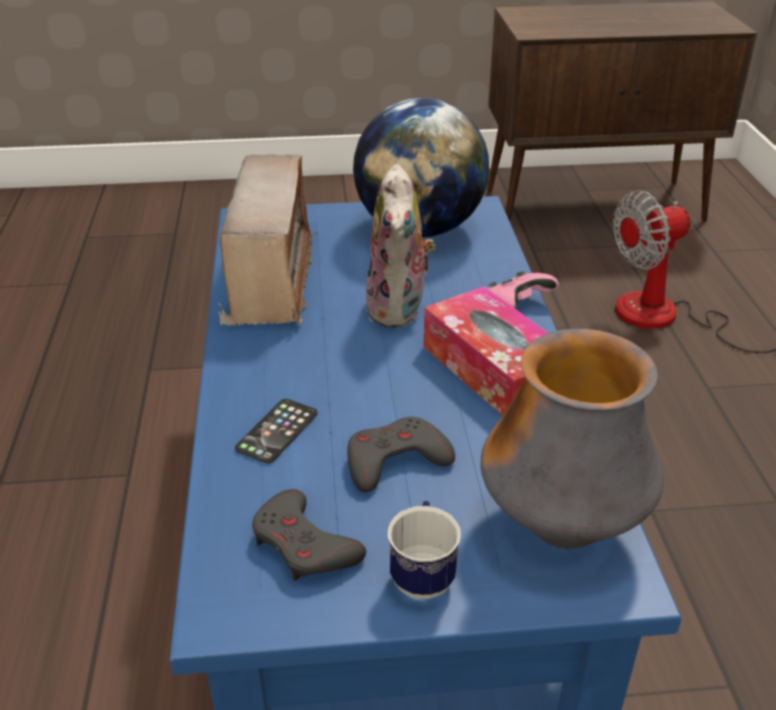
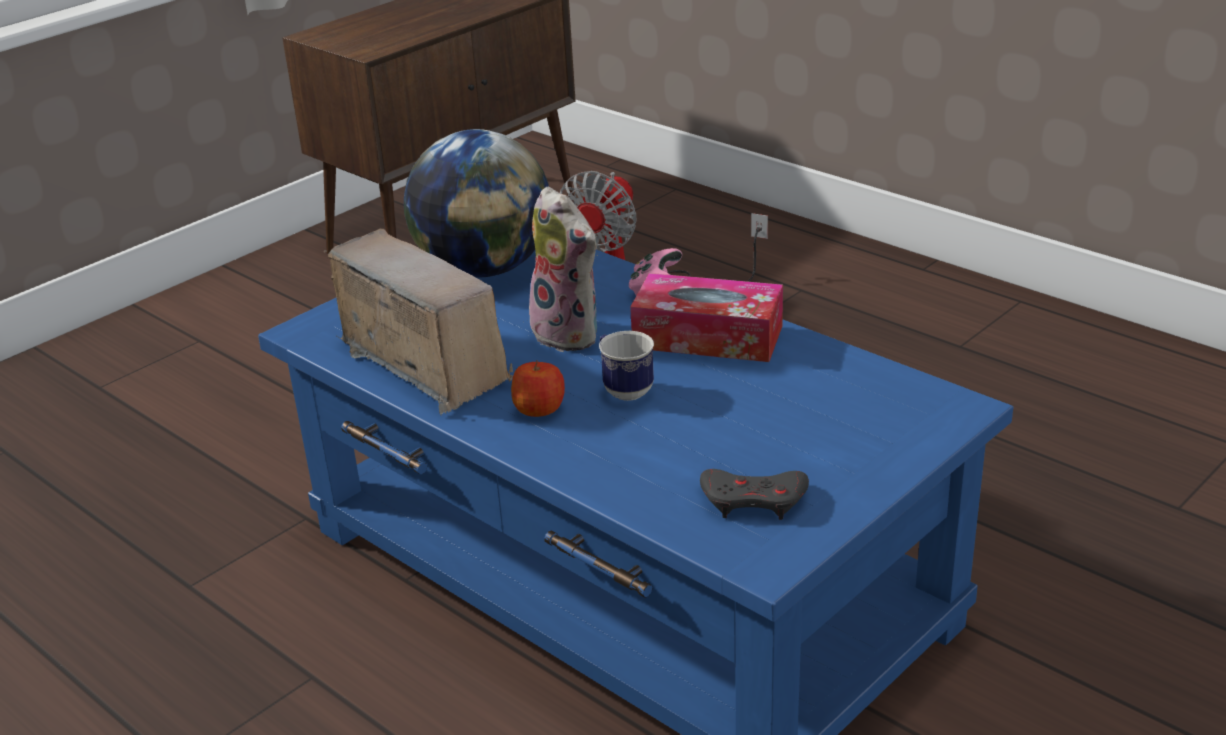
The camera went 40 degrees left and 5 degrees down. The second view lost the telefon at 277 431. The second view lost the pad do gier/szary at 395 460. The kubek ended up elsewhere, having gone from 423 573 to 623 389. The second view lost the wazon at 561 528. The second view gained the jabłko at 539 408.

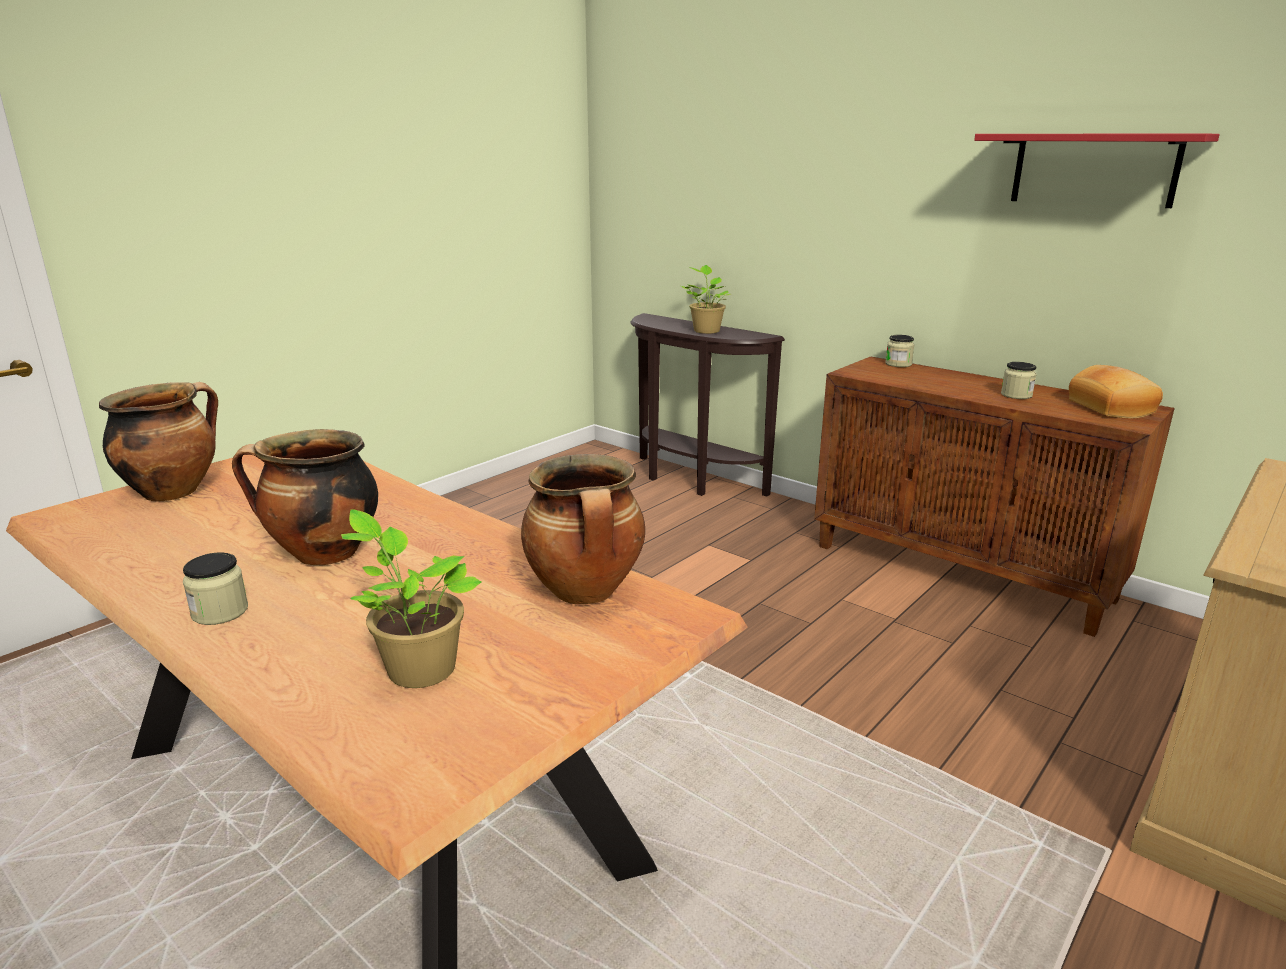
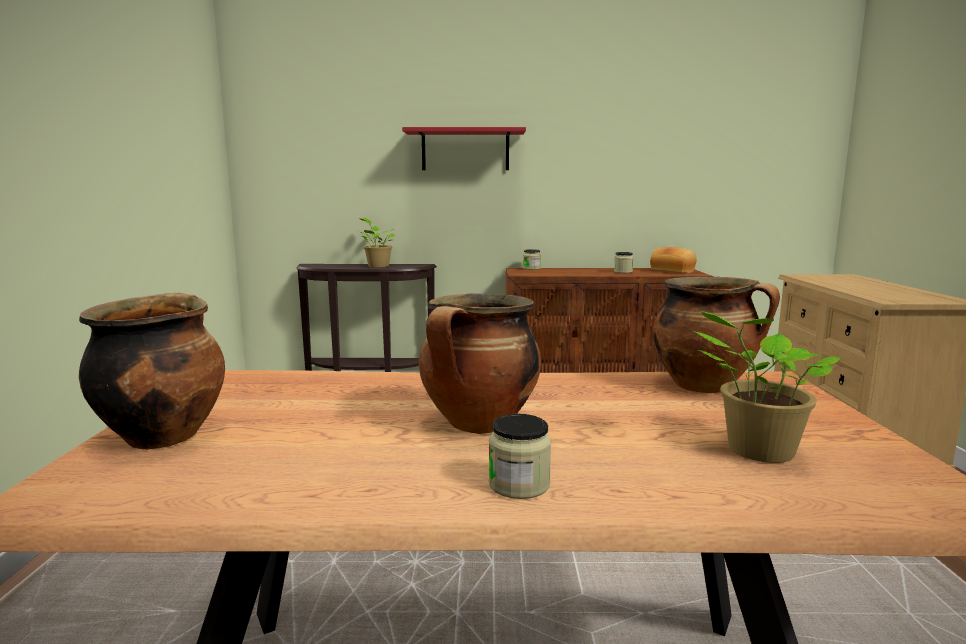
The camera went 40 degrees left and 10 degrees down. The półka/czerwony ended up elsewhere, having gone from 1094 169 to 465 150.

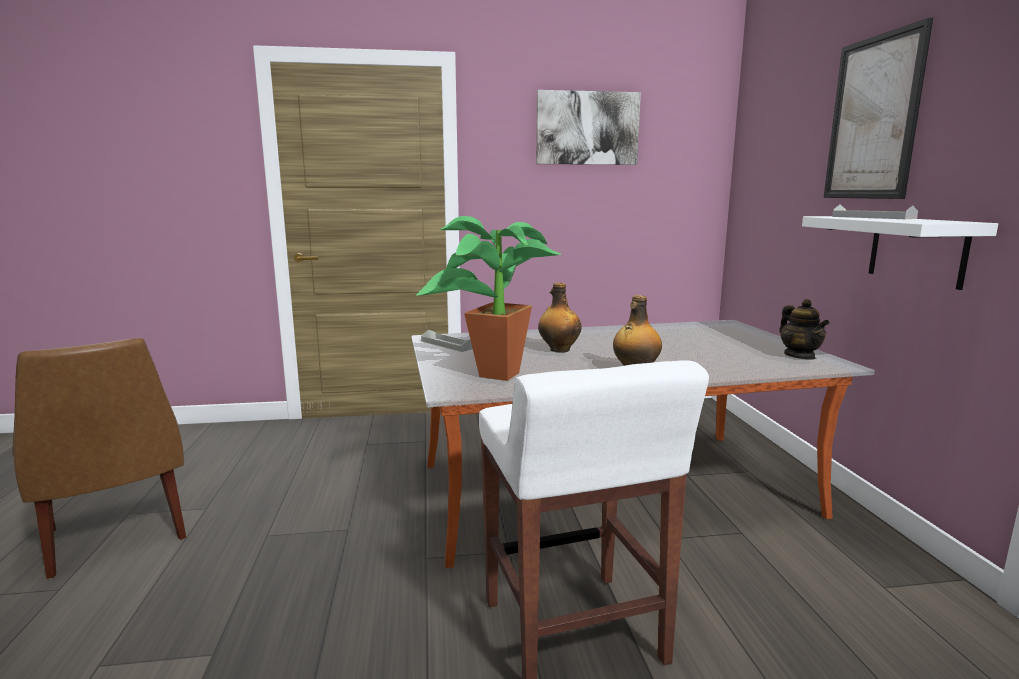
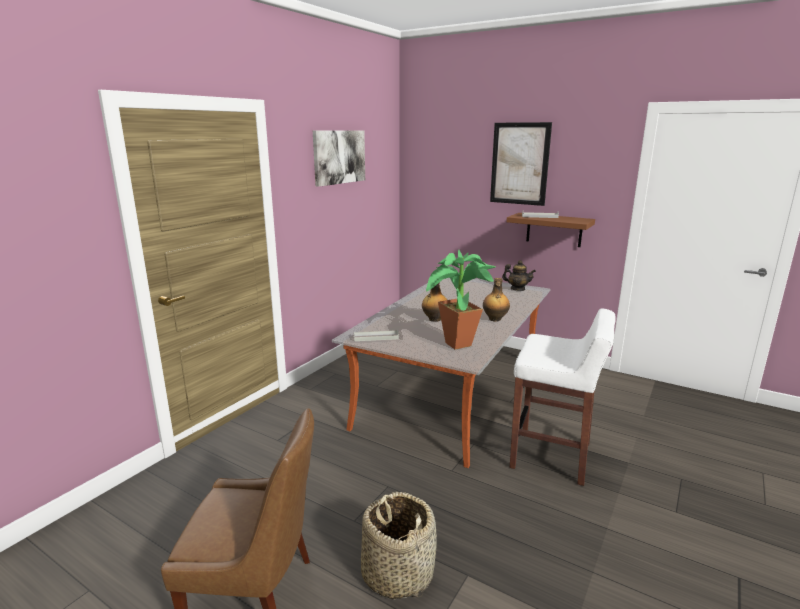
The camera went 50 degrees left and 5 degrees up. What was the półka/biały at 916 250 turned into the półka/brązowy at 554 230. The second view gained the koszyk at 397 573.

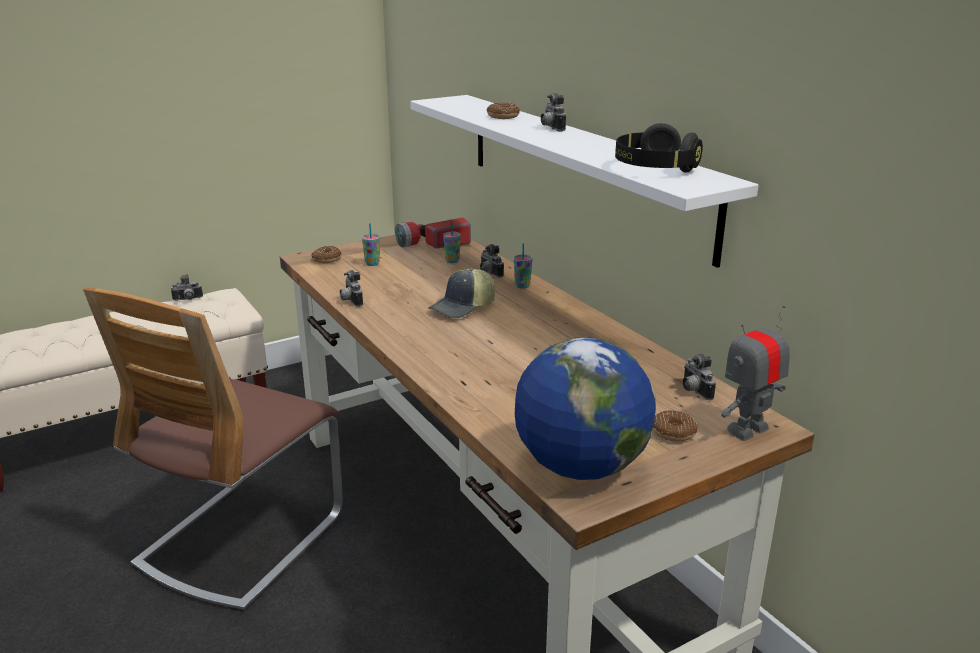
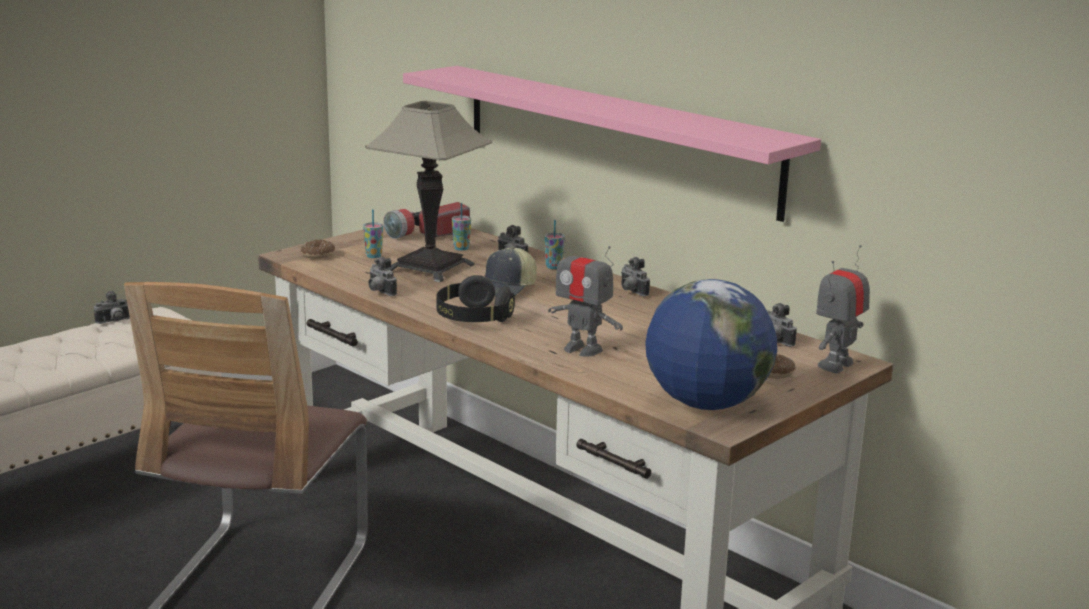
The camera went 15 degrees left and 5 degrees down. What was the półka/biały at 580 169 turned into the półka/różowy at 615 138. The second view lost the donut at 503 116. The aparat fotograficzny ended up elsewhere, having gone from 551 128 to 631 292. The słuchawki/czarny ended up elsewhere, having gone from 654 168 to 473 318. The second view gained the lampa stołowa at 430 267. The second view gained the robot zabawkowy at 582 349.

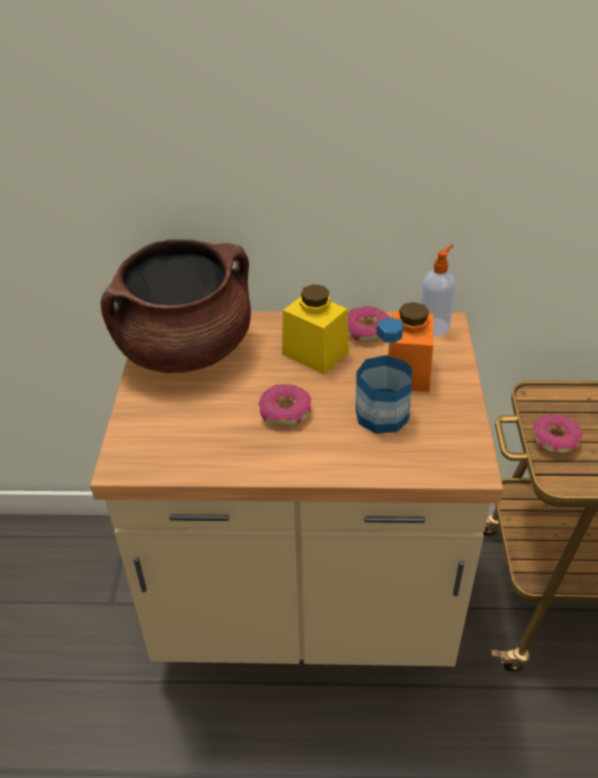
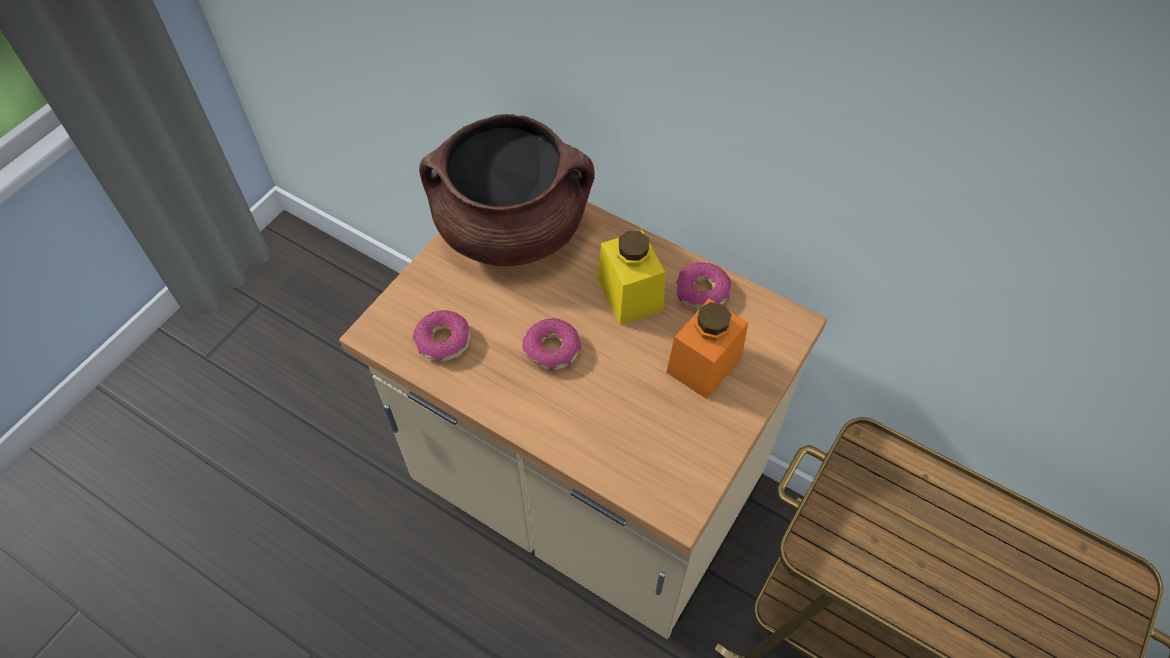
The camera went 30 degrees right and 15 degrees up. The second view lost the butelka at 382 414. The second view lost the dozownik mydła at 434 326. The donut ended up elsewhere, having gone from 554 440 to 443 341.

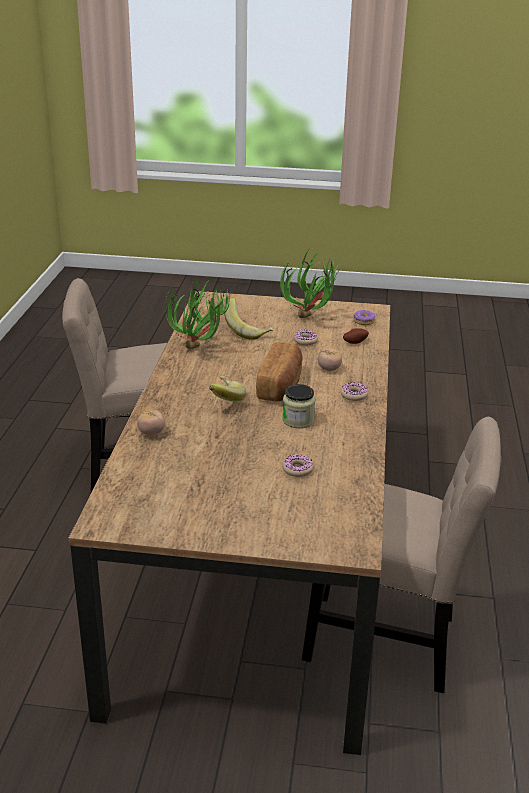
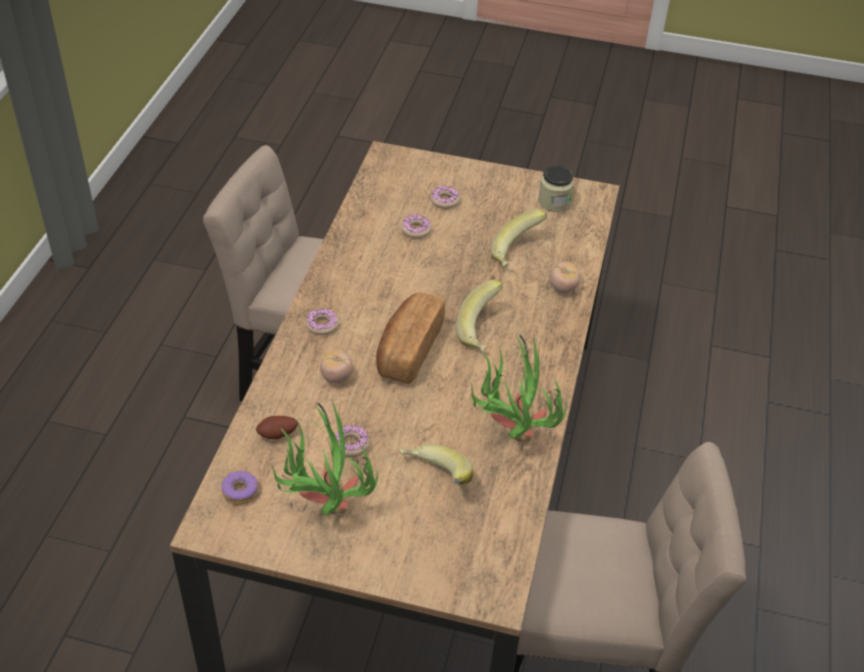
The camera went 175 degrees left and 15 degrees up. The słoik ended up elsewhere, having gone from 298 420 to 554 202. The second view gained the donut at 445 201. The second view gained the banan at 517 253.

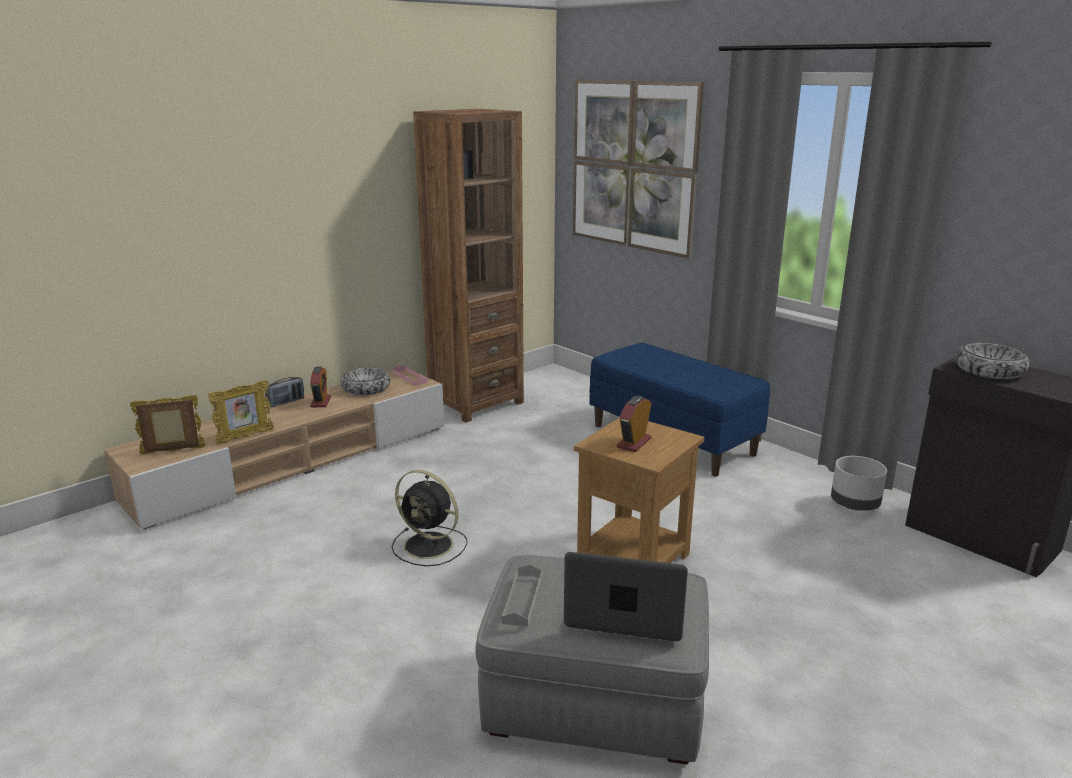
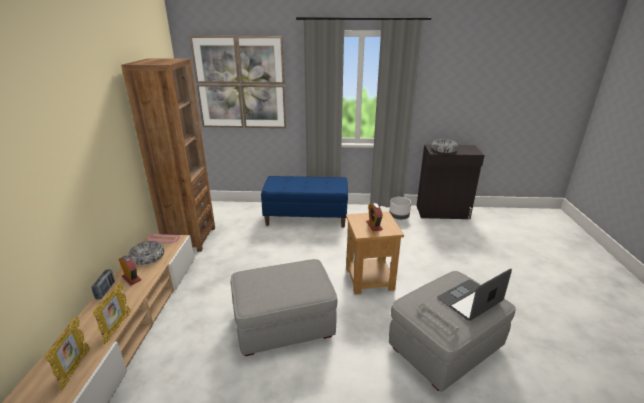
The camera went 45 degrees left and 5 degrees up. The ramka na zdjęcie at 173 452 ended up facing another way, 150 degrees clockwise from before. Where the wentylator/czarny stood at 430 546, the pufa/szary came to stand at 285 325.

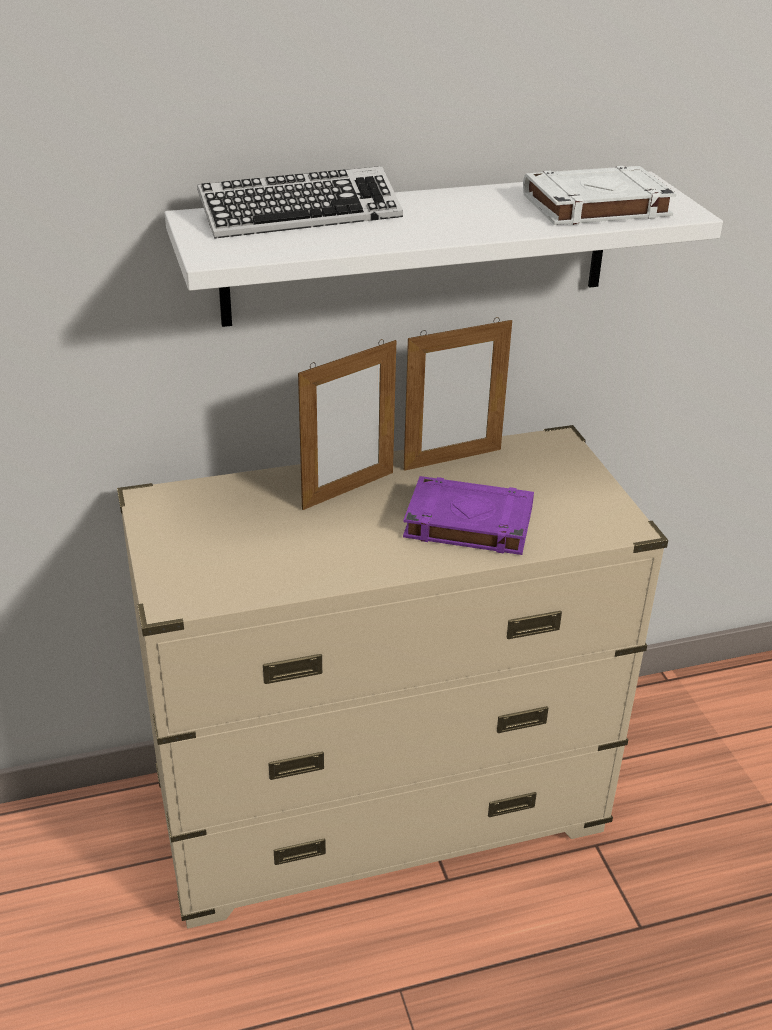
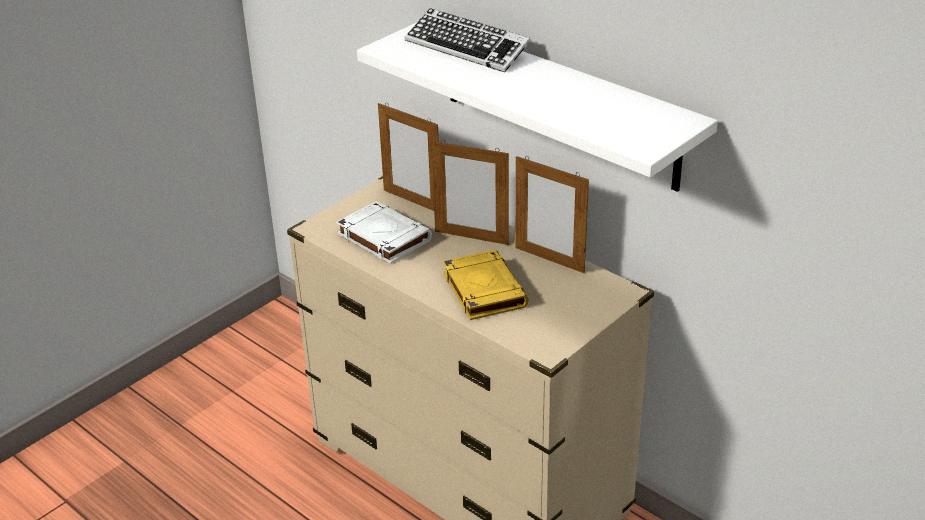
The camera went 60 degrees right and 0 degrees up. What was the książka/fioletowy at 467 523 turned into the książka/żółty at 483 289. The książka/biały ended up elsewhere, having gone from 594 206 to 383 237. The second view gained the ramka na zdjęcie at 412 201.

